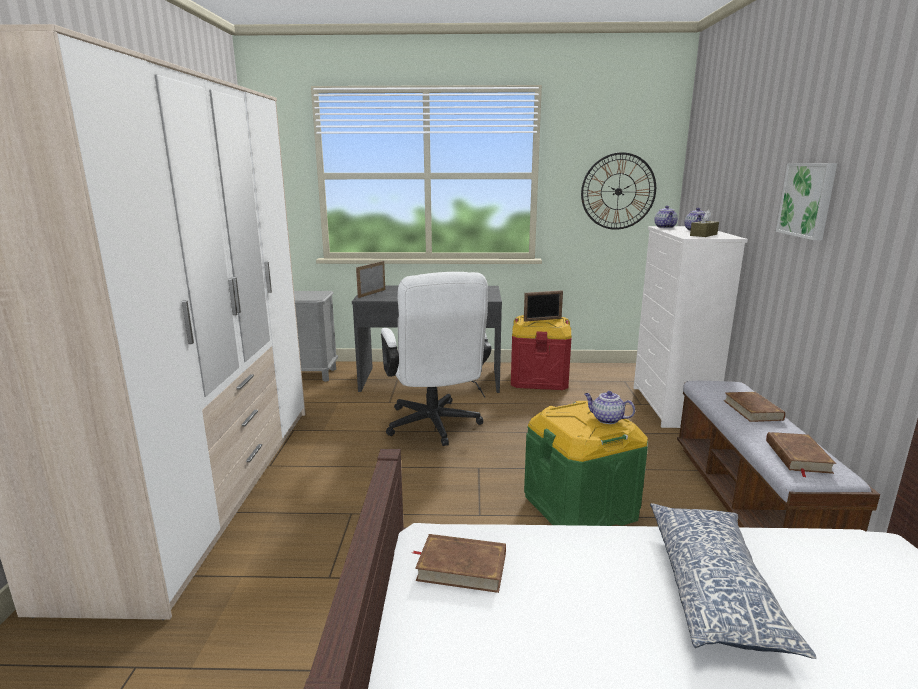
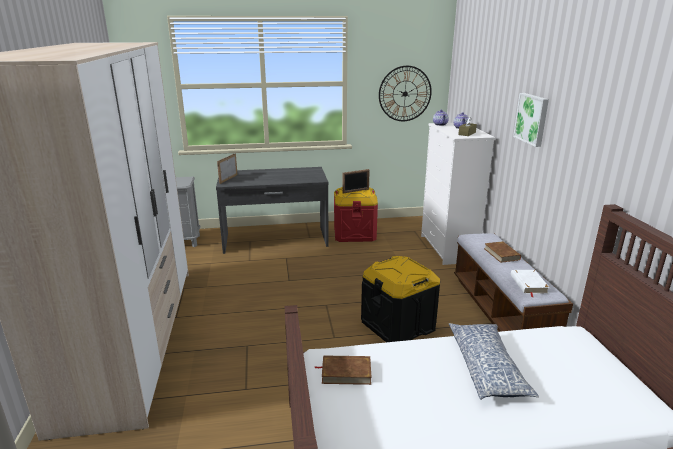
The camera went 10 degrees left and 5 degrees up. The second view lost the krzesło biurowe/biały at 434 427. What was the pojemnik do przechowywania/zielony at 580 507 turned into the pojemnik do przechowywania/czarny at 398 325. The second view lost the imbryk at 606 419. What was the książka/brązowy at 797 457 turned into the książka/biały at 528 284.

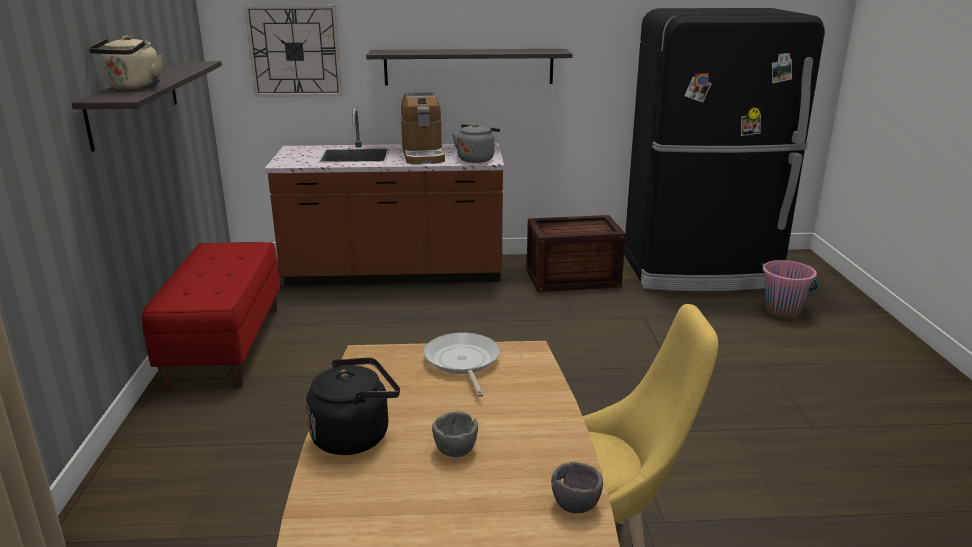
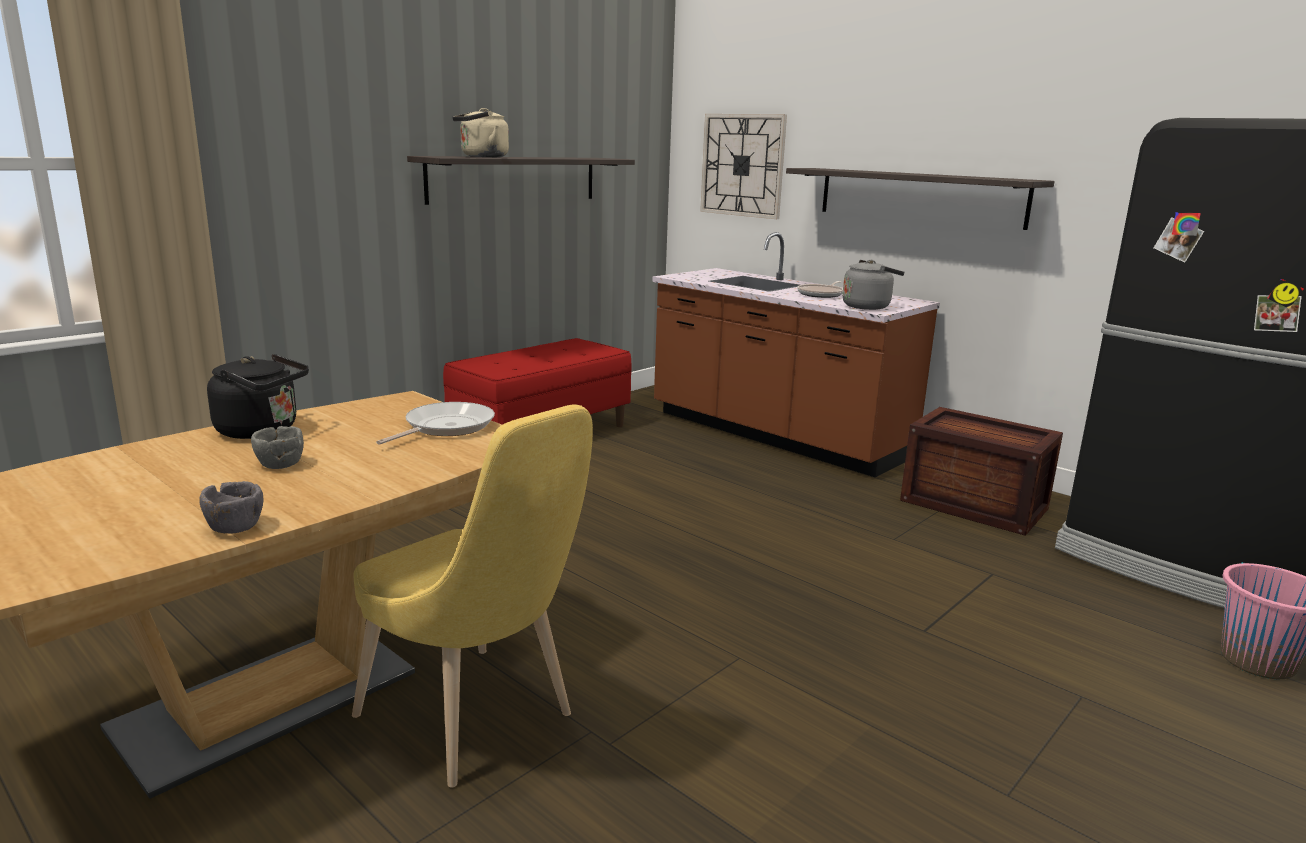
The camera went 45 degrees right and 5 degrees down. Where the ekspres do kawy stood at 423 155, the patelnia came to stand at 821 294.

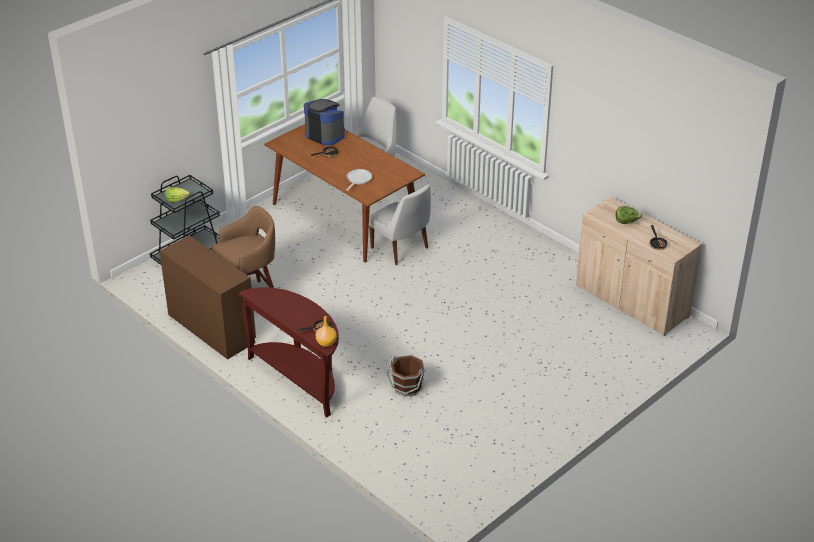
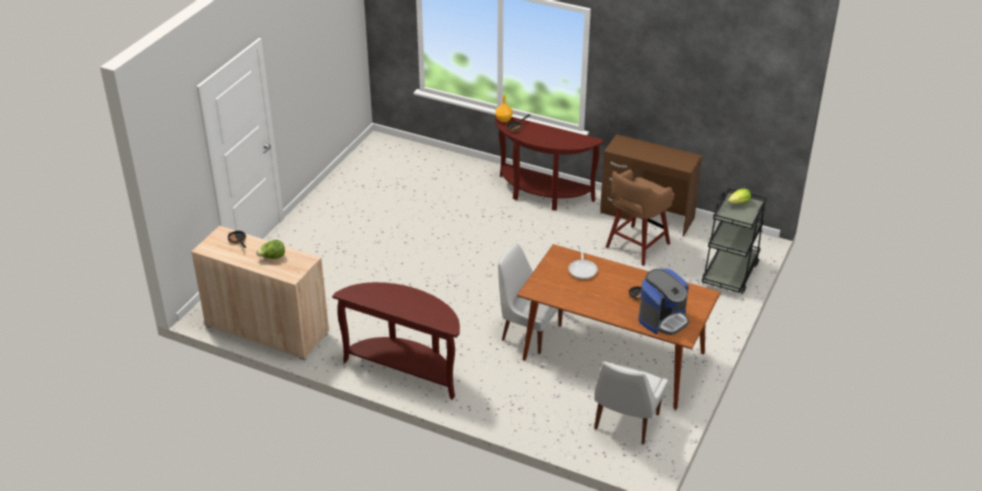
The camera went 160 degrees right and 0 degrees up. The ekspres do kawy at 325 135 ended up facing another way, 60 degrees counterclockwise from before. The second view lost the wiadro/brązowy at 407 387. The second view gained the stolik konsolowy/brązowy at 406 369.

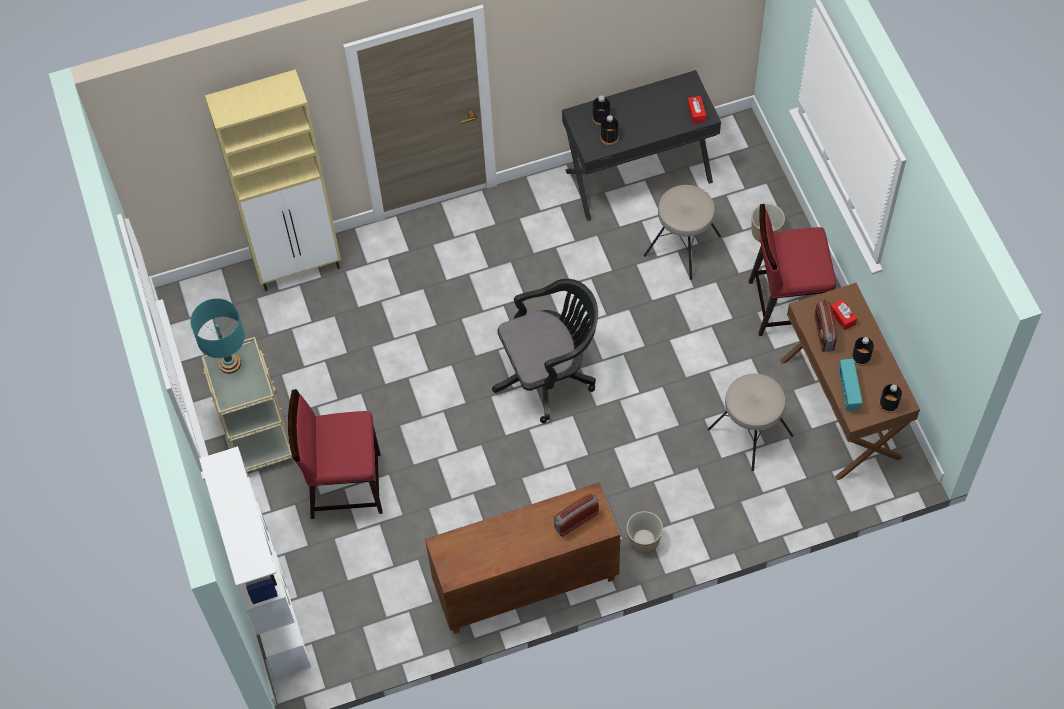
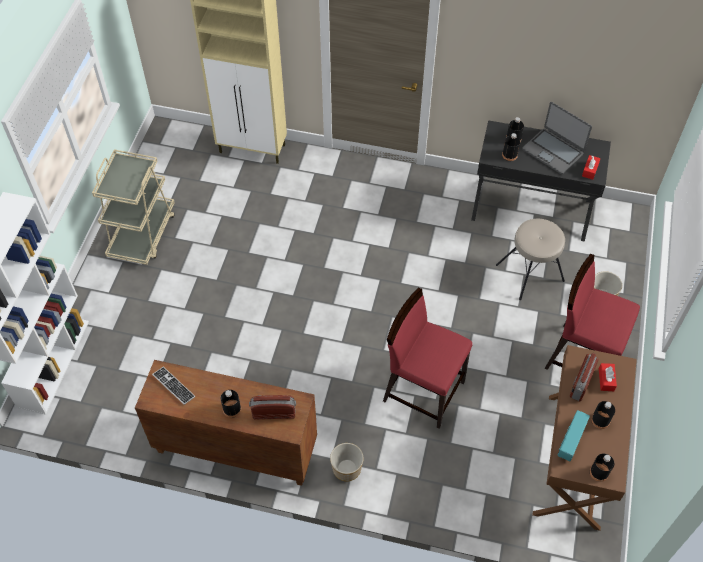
The camera went 30 degrees right and 5 degrees down. The second view lost the lampa stołowa/turkusowy at 229 364. The krzesło/czerwony ended up elsewhere, having gone from 344 485 to 423 390. The second view lost the krzesło biurowe/czarny at 549 374. The second view lost the stołek/beżowy at 750 433. The second view gained the klawiatura at 173 386. The second view gained the butelka/czarny at 232 409. The second view gained the laptop at 553 151.

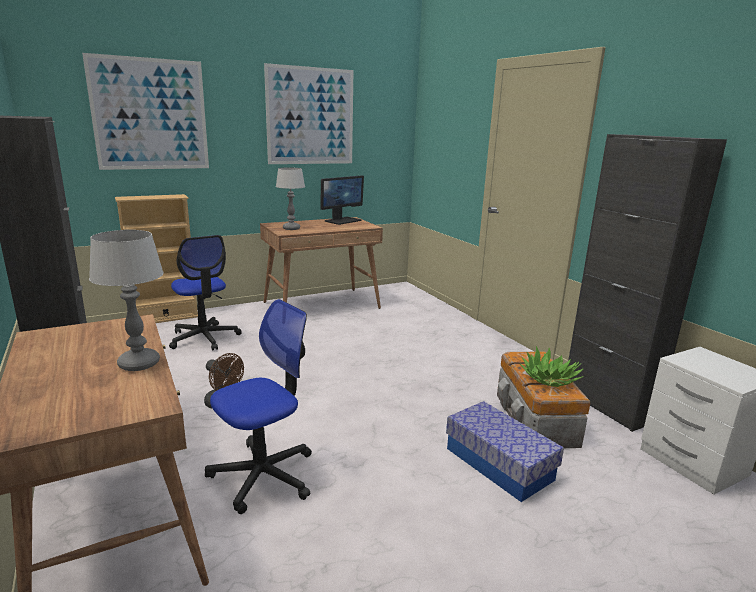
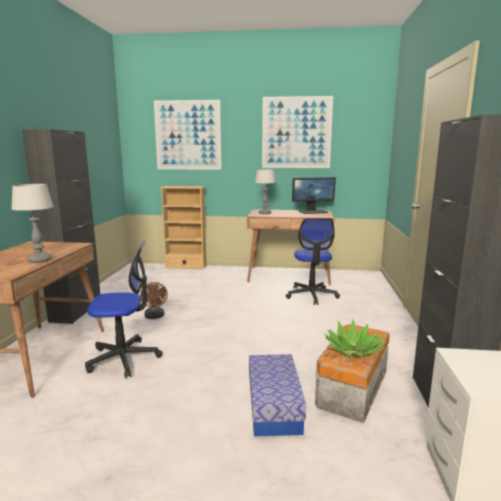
The camera went 35 degrees right and 5 degrees down. The krzesło biurowe ended up elsewhere, having gone from 204 338 to 311 295.

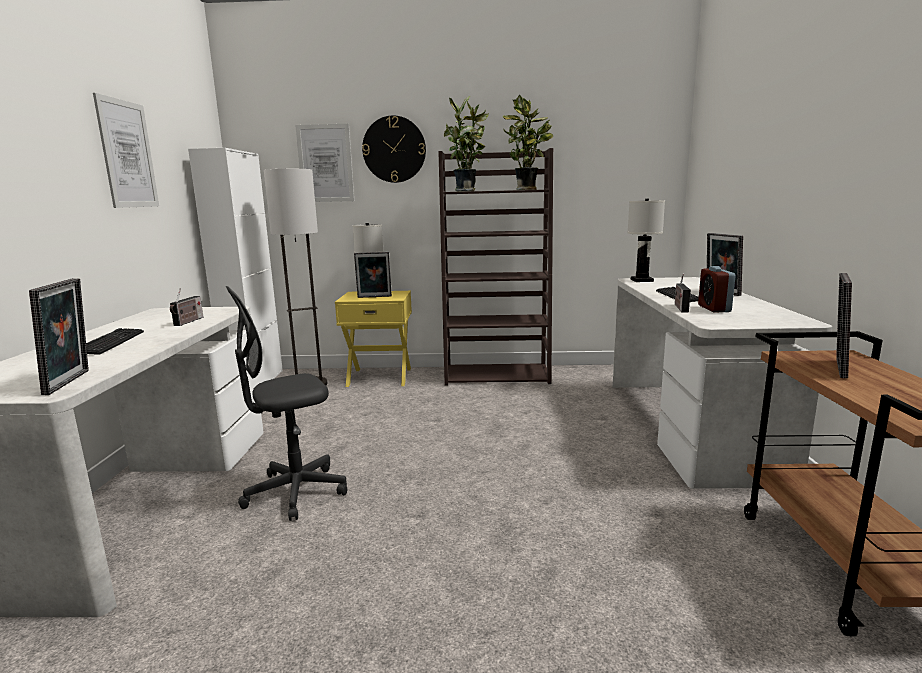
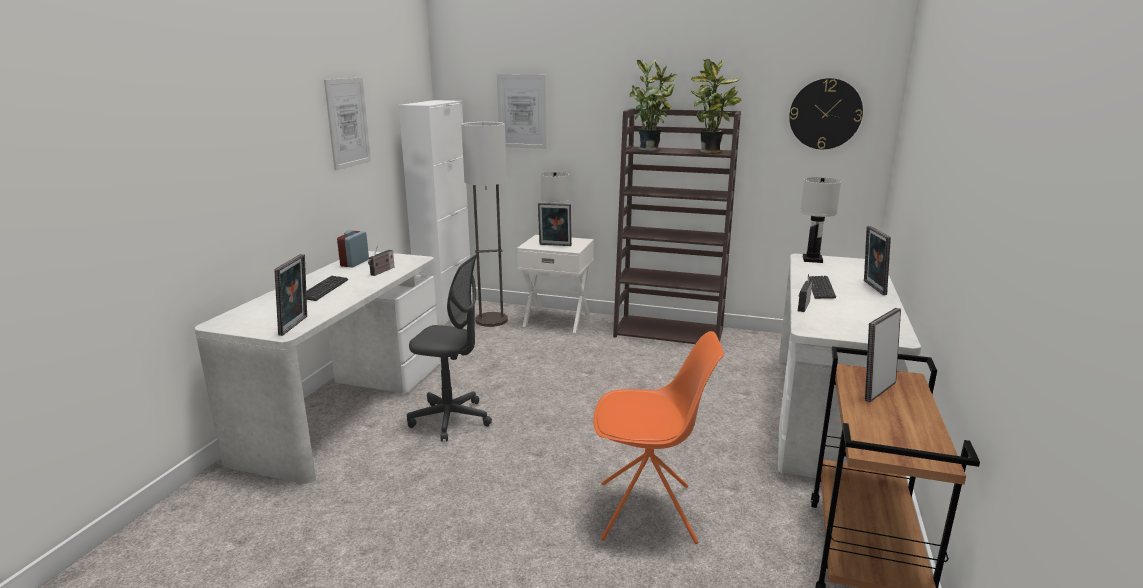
The camera went 15 degrees right and 5 degrees up. The krzesło biurowe/szary at 295 492 ended up facing another way, 150 degrees counterclockwise from before. What was the szafka nocna/żółty at 380 377 turned into the szafka nocna/biały at 557 320. The zegar ścienny ended up elsewhere, having gone from 394 149 to 825 114. The budzik ended up elsewhere, having gone from 714 308 to 355 263. The second view gained the krzesło/pomarańczowy at 649 512.

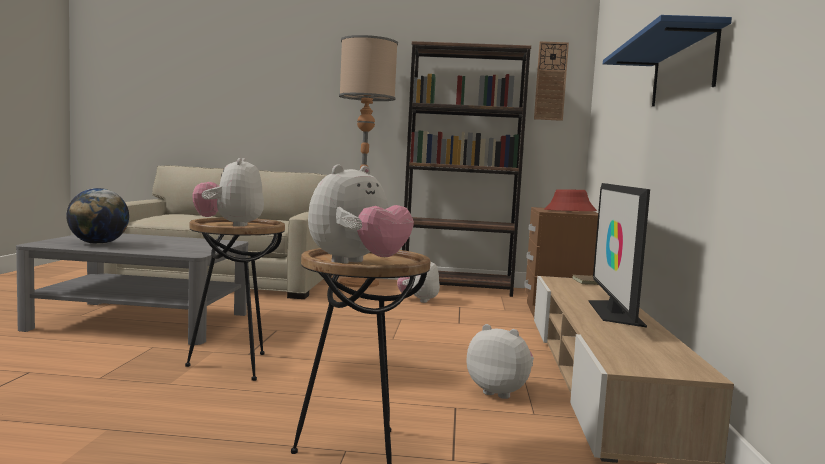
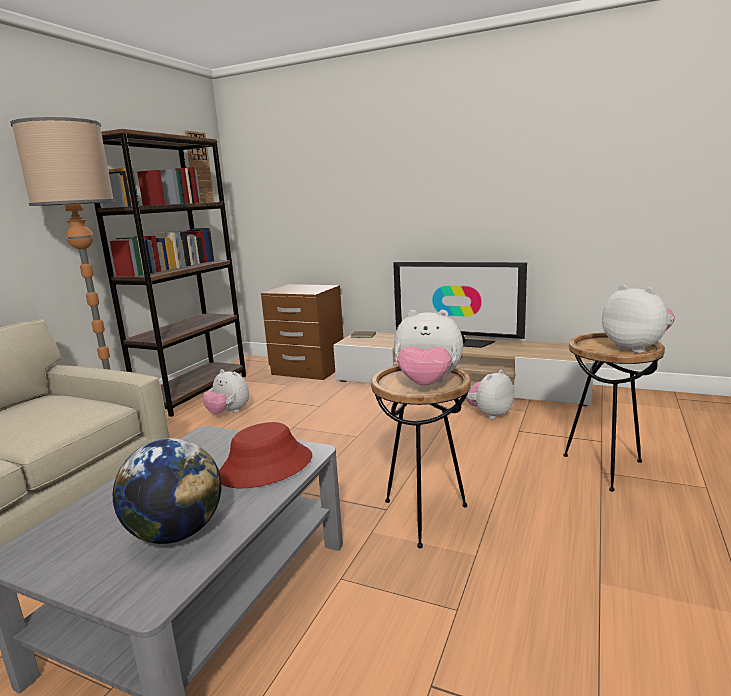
The camera went 70 degrees left and 10 degrees up. The kapelusz/czerwony ended up elsewhere, having gone from 569 211 to 265 467. The second view lost the półka/niebieski at 682 70.

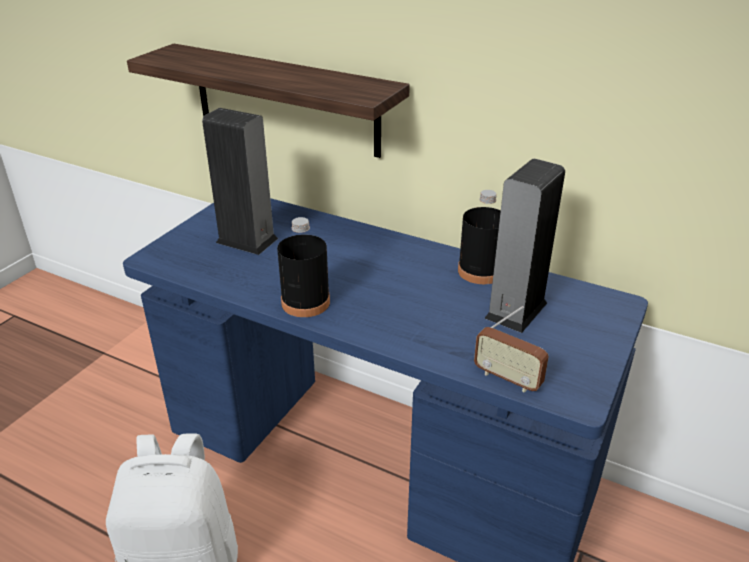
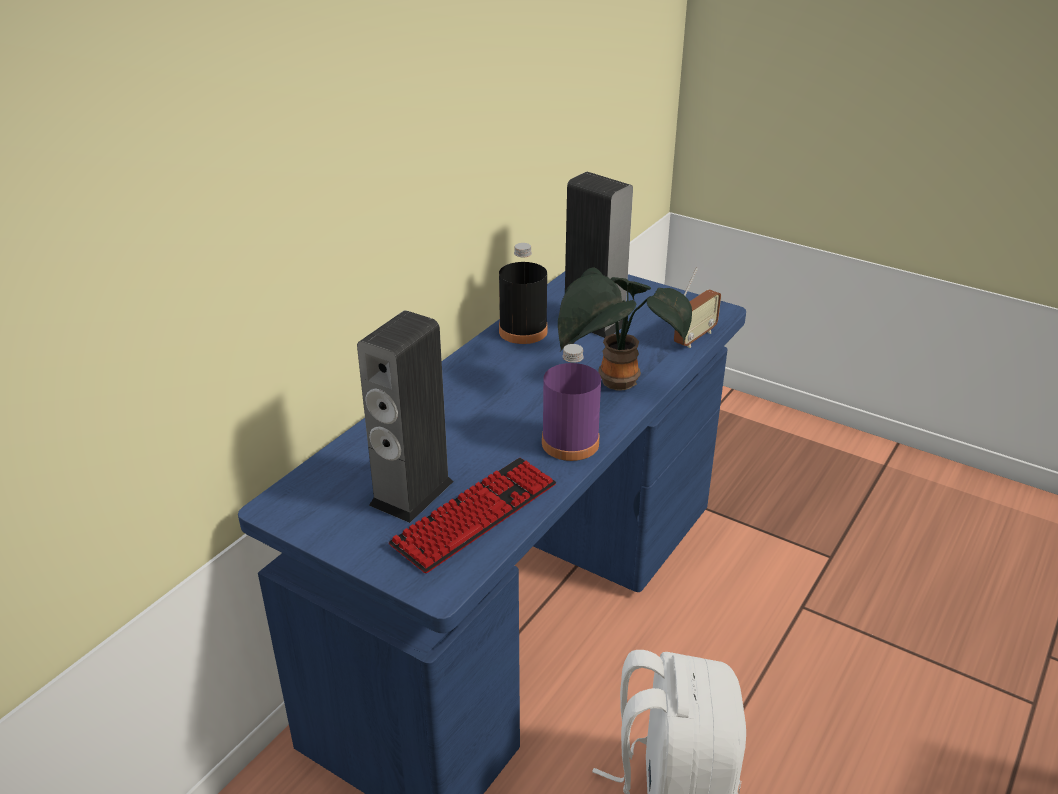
The camera went 85 degrees left and 0 degrees up. The second view lost the półka at 285 100. What was the butelka/czarny at 305 302 turned into the butelka/fioletowy at 570 443. The second view gained the klawiatura at 476 515. The second view gained the roślina doniczkowa at 615 384.

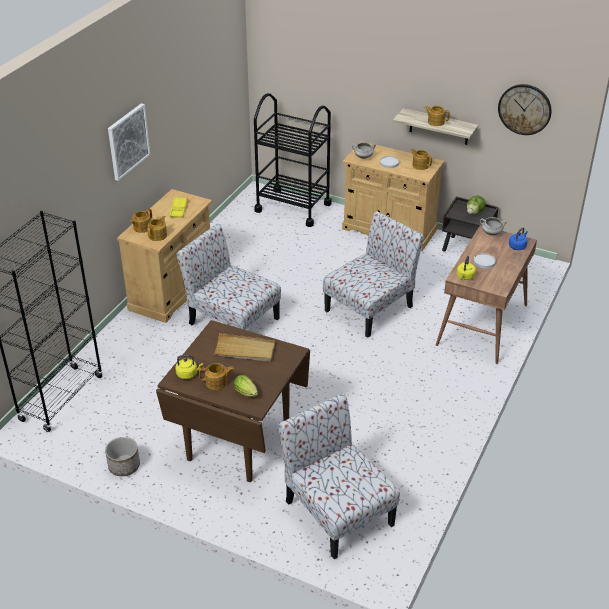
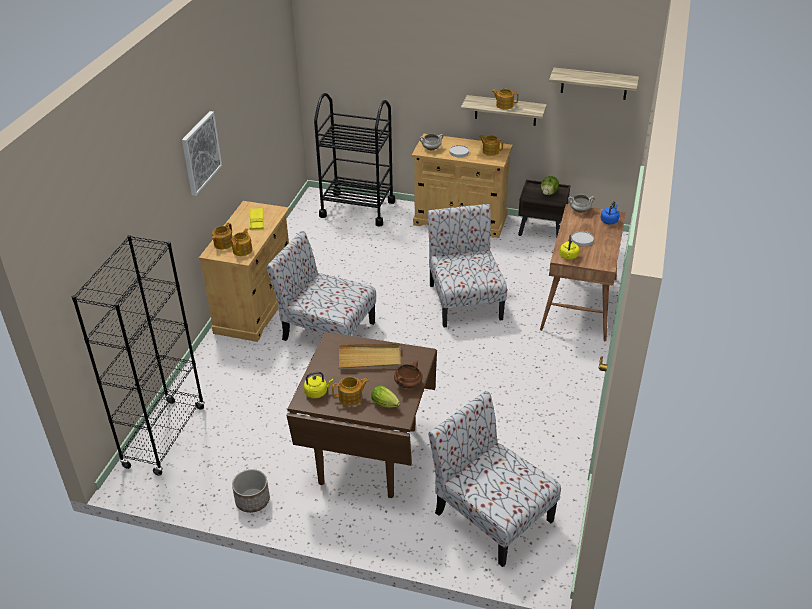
The camera went 10 degrees left and 0 degrees up. The krzesło at 370 308 ended up facing another way, 45 degrees counterclockwise from before. Where the zegar ścienny hung at 524 109, the półka came to hang at 594 83. The second view gained the garnek/brązowy at 408 384.

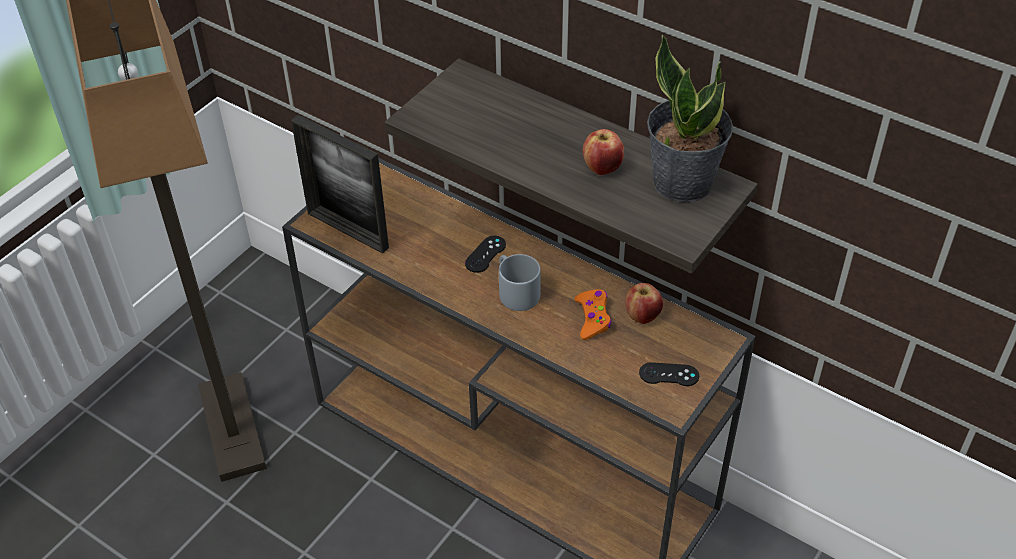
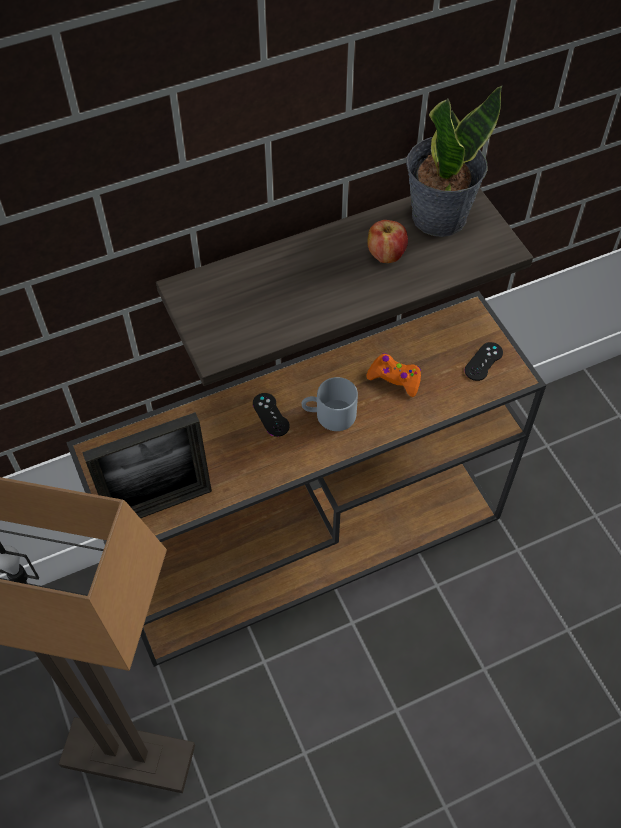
The camera went 60 degrees left and 10 degrees up. The second view lost the jabłko at 642 316.

